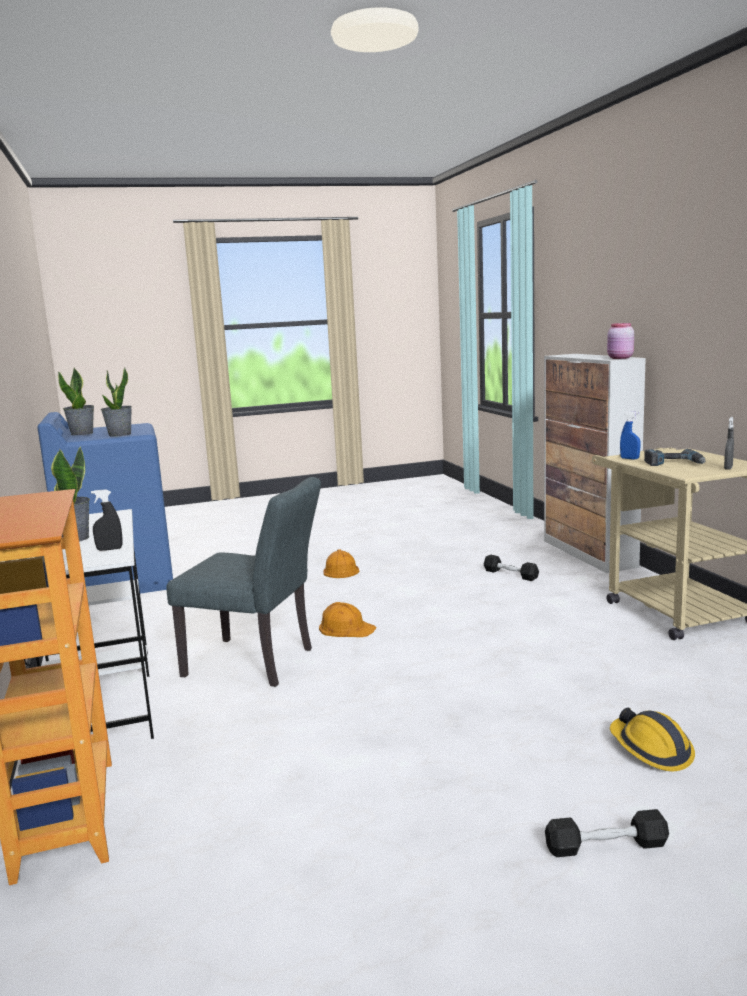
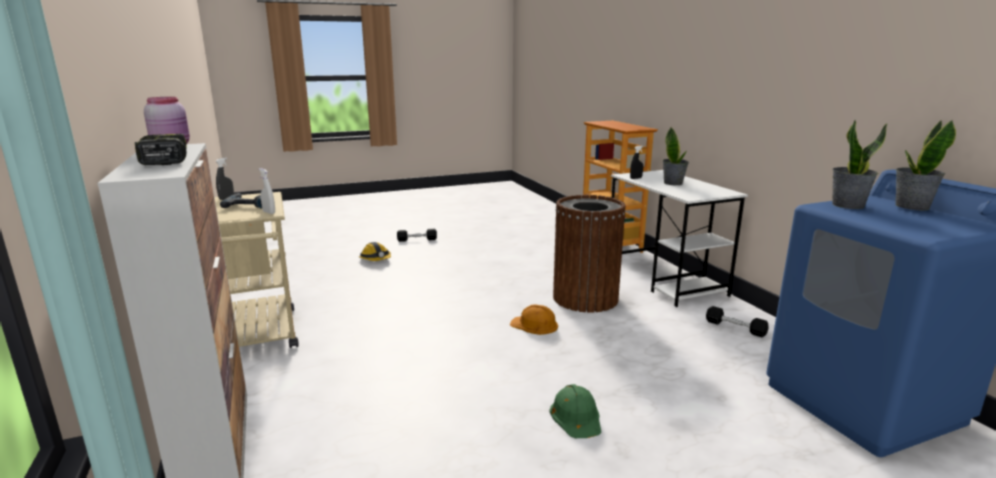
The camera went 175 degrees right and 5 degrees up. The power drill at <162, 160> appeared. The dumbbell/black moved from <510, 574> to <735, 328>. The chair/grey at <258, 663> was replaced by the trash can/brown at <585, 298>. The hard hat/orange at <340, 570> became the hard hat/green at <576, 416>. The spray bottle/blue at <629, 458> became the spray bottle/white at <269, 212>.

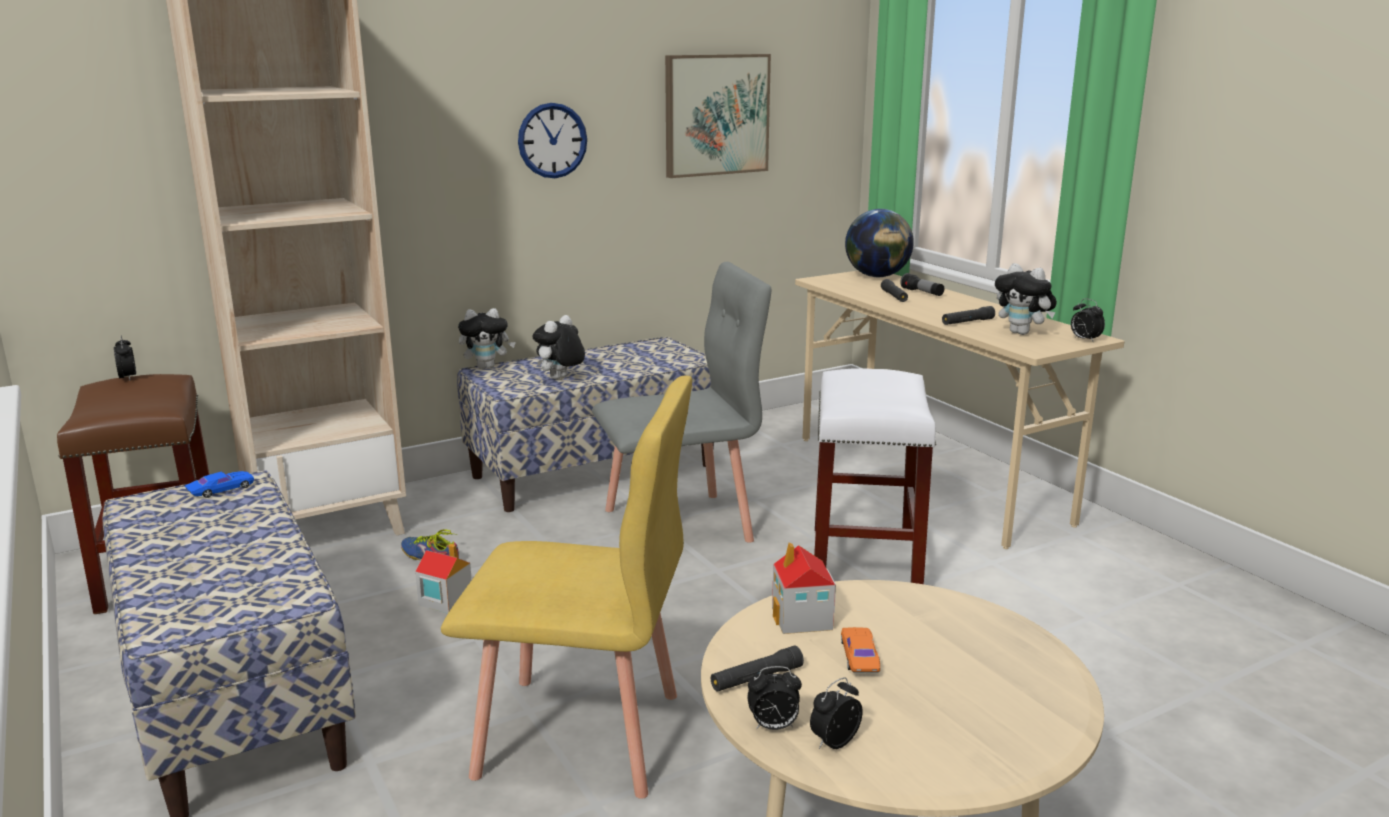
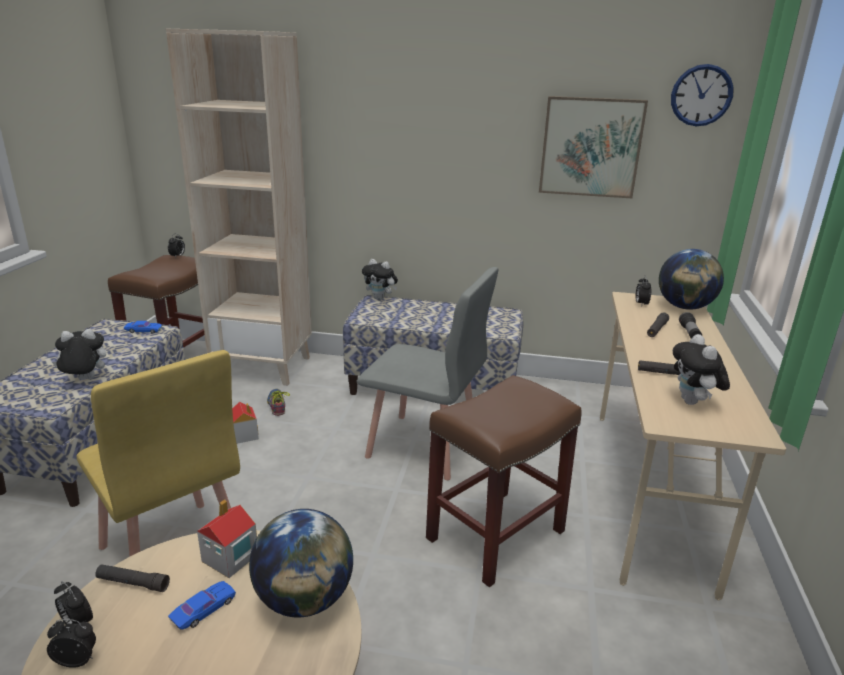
The camera went 40 degrees right and 5 degrees up. The globe at <304, 599> appeared. The wall clock moved from <552, 140> to <701, 95>. The plush toy moved from <560, 379> to <85, 380>. The alarm clock moved from <1084, 340> to <641, 304>. The stool/white at <863, 561> became the stool/brown at <496, 534>. The toy car/orange at <860, 657> became the toy car/blue at <203, 609>.

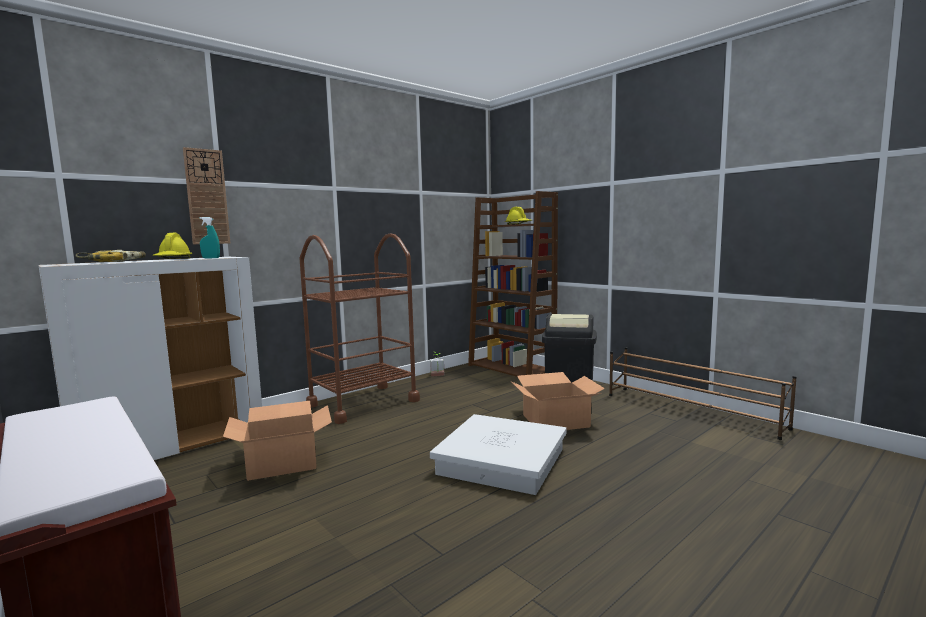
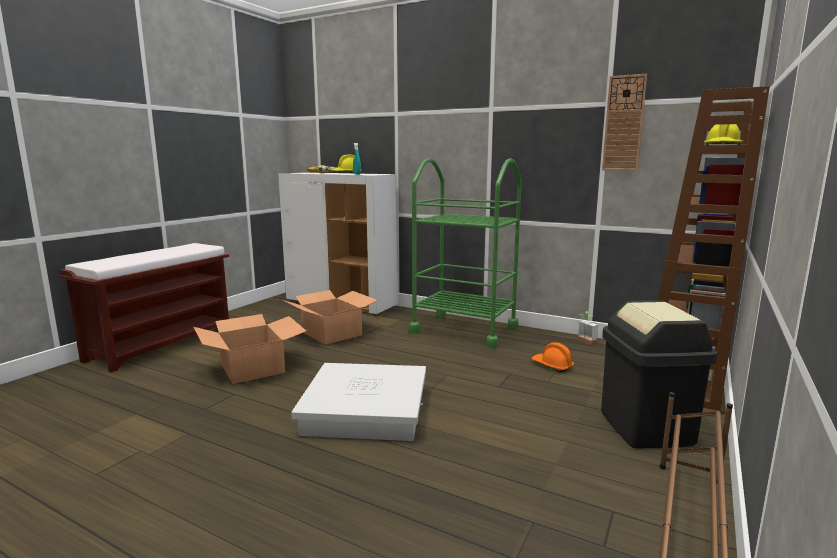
The camera went 70 degrees right and 5 degrees up. The hard hat/orange at <552, 365> appeared. The wall clock moved from <207, 197> to <624, 123>. The cardboard box moved from <555, 421> to <253, 367>. The cart/brown at <363, 403> became the cart/green at <464, 330>.

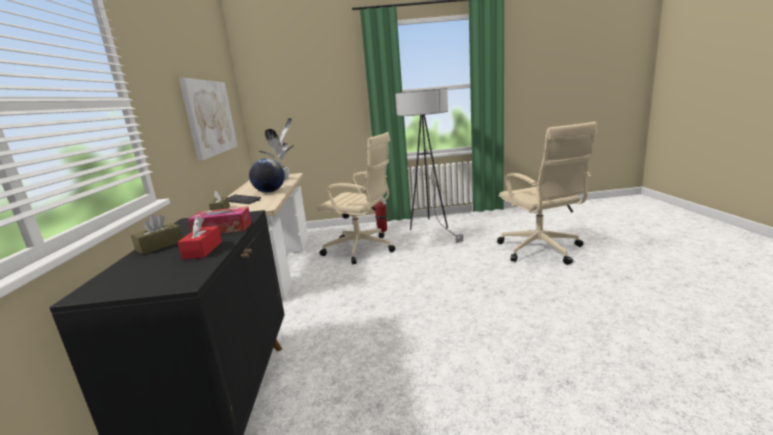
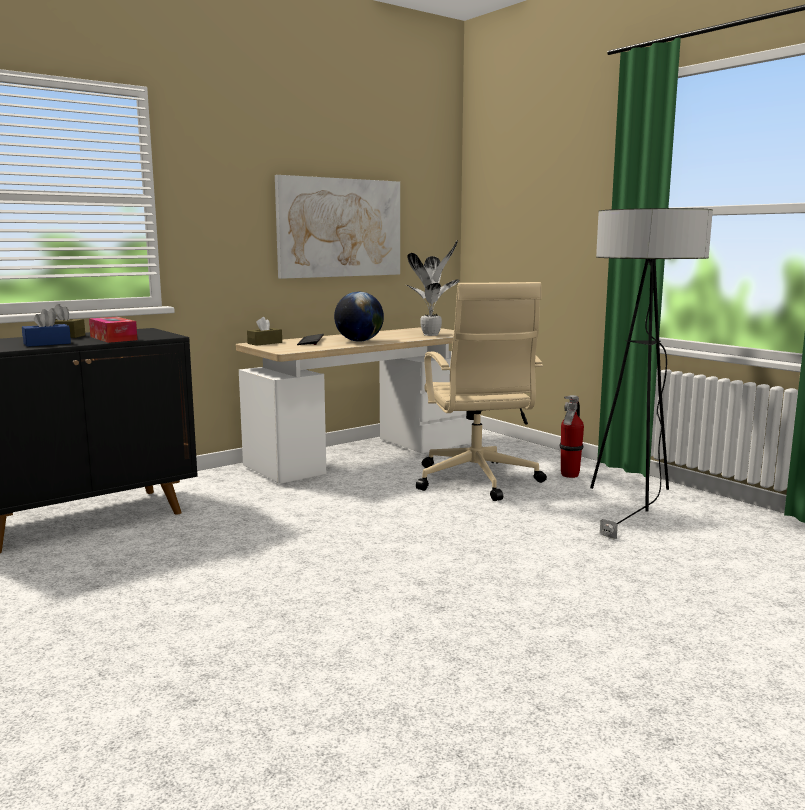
The camera went 55 degrees right and 5 degrees down. The office chair/beige at <540, 250> disappeared. The tissue box/red at <202, 250> became the tissue box/blue at <47, 343>.

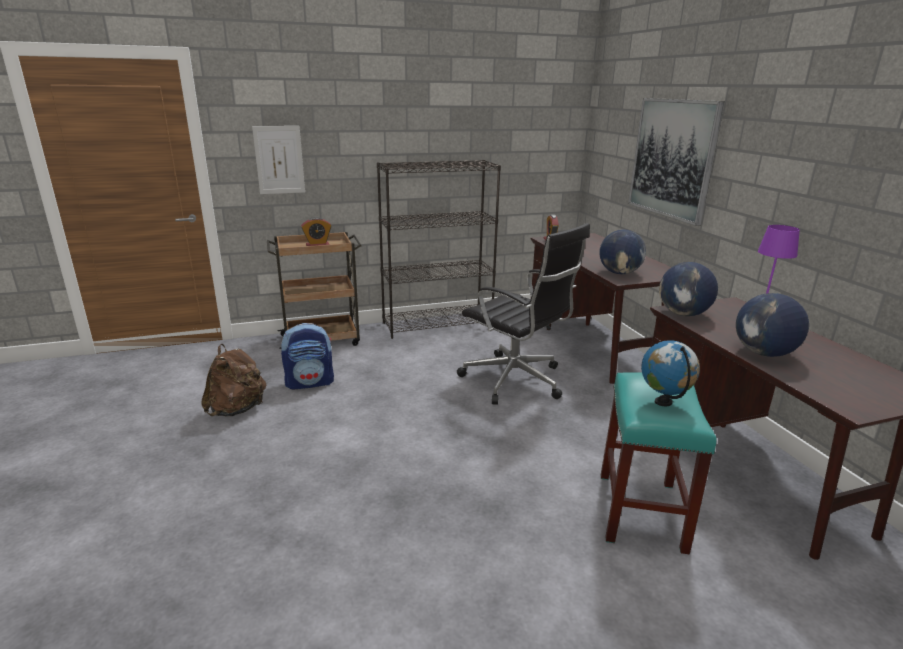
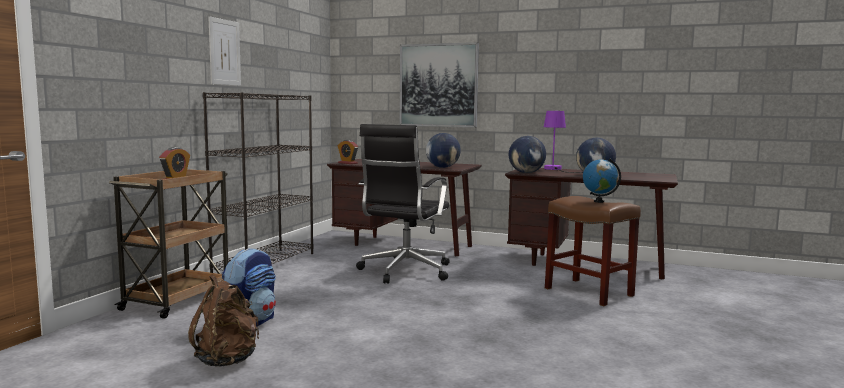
The camera went 50 degrees left and 15 degrees down. The picture moved from <279, 160> to <224, 52>. The stool/turquoise at <639, 510> became the stool/brown at <587, 292>. The office chair/black at <516, 381> turned 120 degrees clockwise.

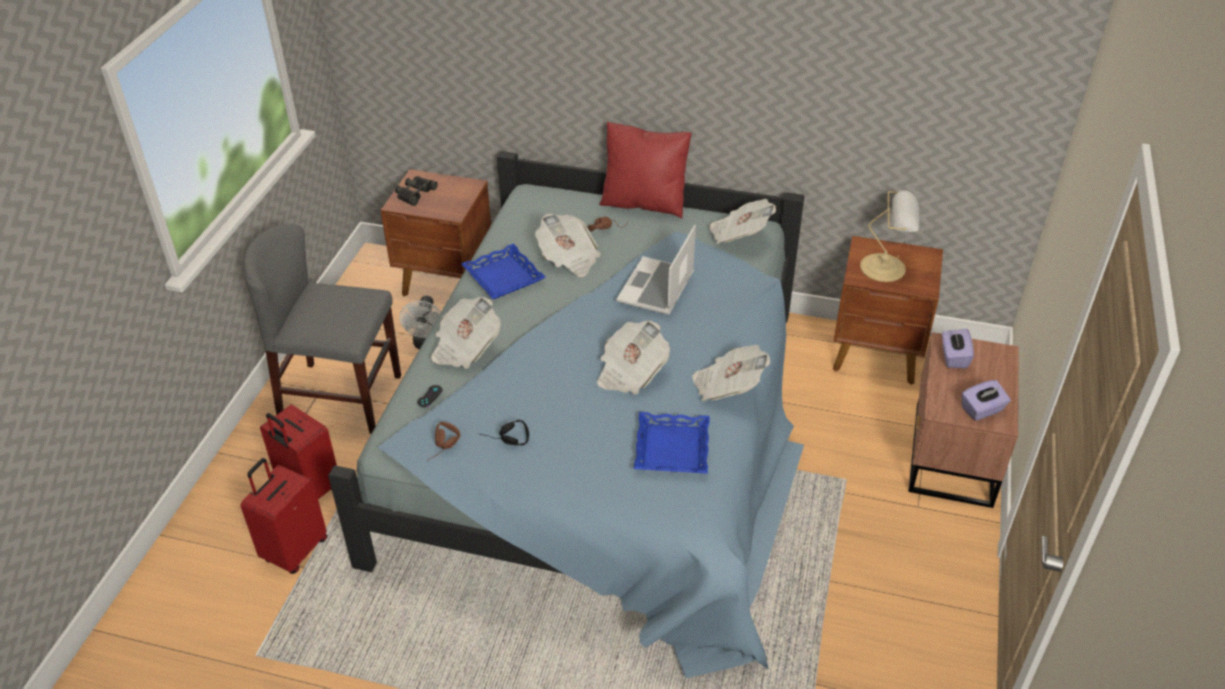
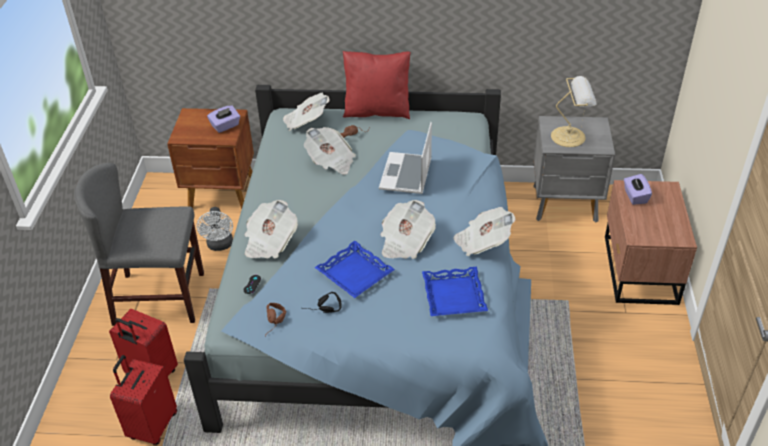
The camera went 10 degrees left and 0 degrees up. The binoculars/black at <415, 193> disappeared. The tray/blue moved from <503, 277> to <354, 274>. The newspaper moved from <739, 235> to <306, 122>. The tissue box/purple moved from <982, 410> to <225, 126>. The nightstand/brown at <877, 356> became the nightstand/grey at <566, 204>.

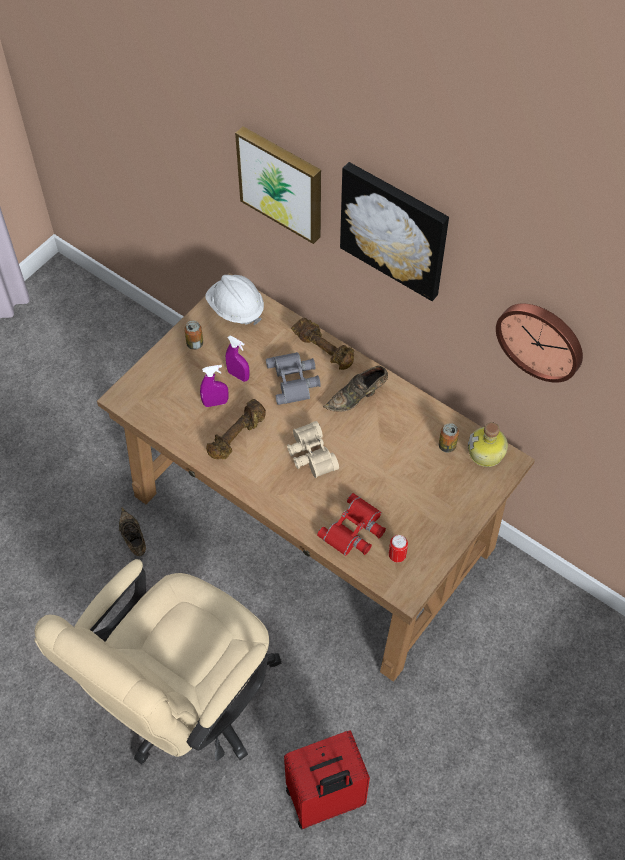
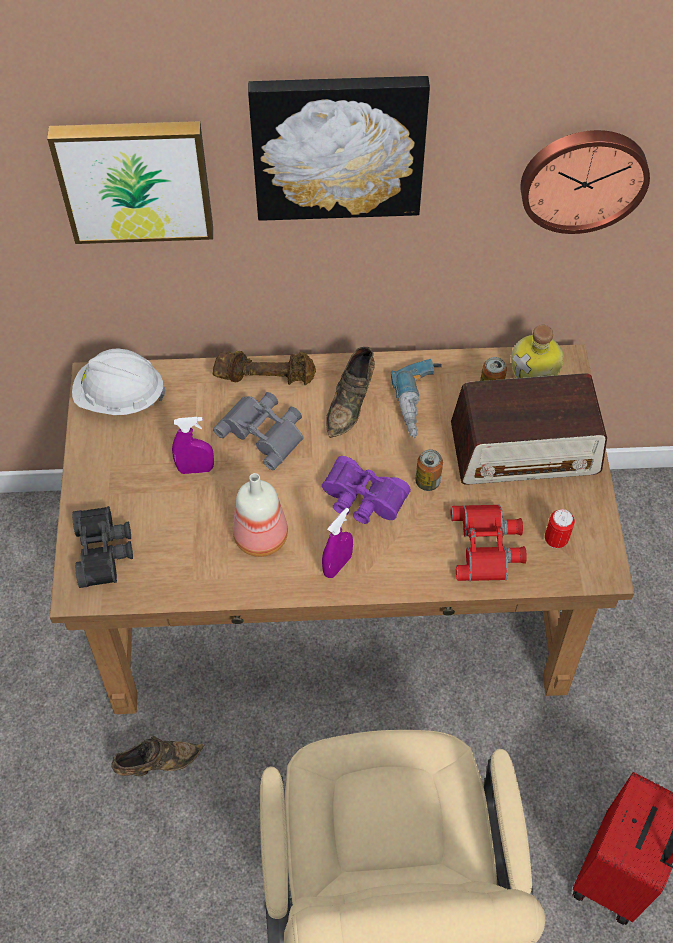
The camera went 40 degrees left and 0 degrees up. The binoculars/black at <105, 551> appeared. The power drill at <422, 404> appeared. The radio at <525, 449> appeared. The can moved from <195, 344> to <427, 481>. The spray bottle/purple moved from <215, 403> to <337, 565>. The dumbbell/brown at <237, 437> was replaced by the bottle at <262, 538>. The binoculars/beige at <310, 455> became the binoculars/purple at <362, 501>. The shoe/brown at <133, 539> turned 135 degrees clockwise.

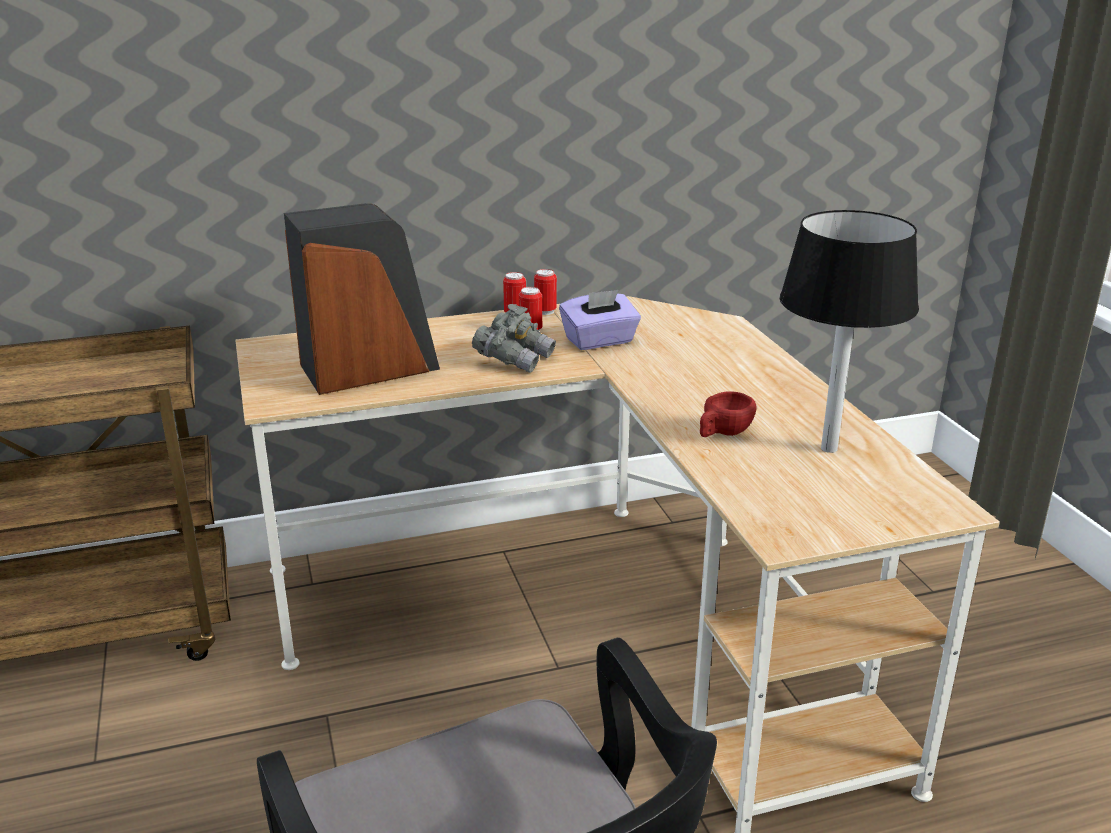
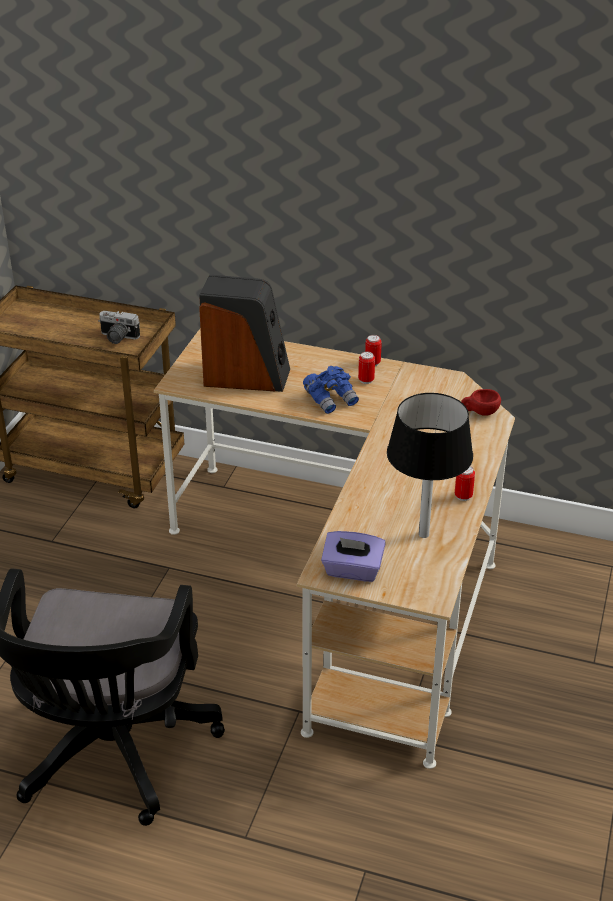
The camera went 35 degrees right and 10 degrees up. The photo camera at <117, 338> appeared. The can moved from <545, 311> to <463, 496>. The tissue box/purple moved from <599, 341> to <352, 570>. The cup/red moved from <722, 433> to <479, 412>. The binoculars/grey at <514, 359> became the binoculars/blue at <331, 399>.

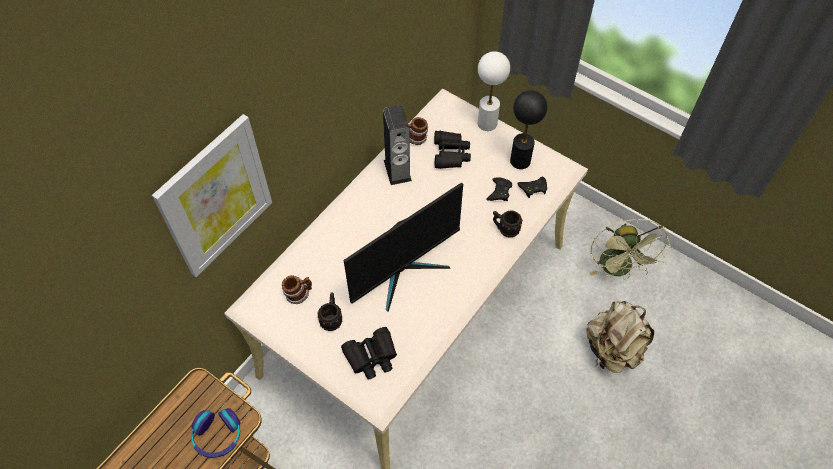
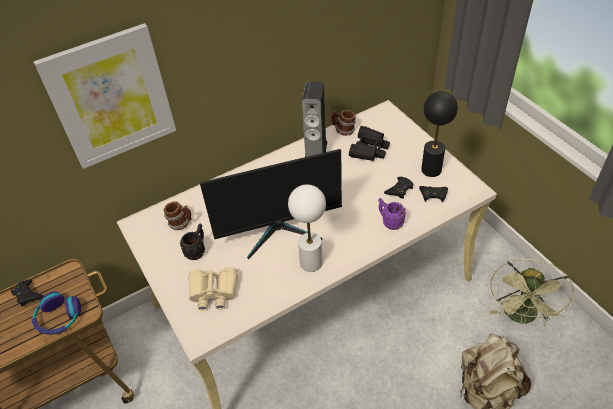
The camera went 25 degrees right and 10 degrees down. The game controller/black at <27, 294> appeared. The table lamp/white moved from <487, 123> to <311, 263>. The binoculars/black at <371, 356> became the binoculars/beige at <213, 292>. The mug/black at <505, 229> became the mug/purple at <390, 222>.

